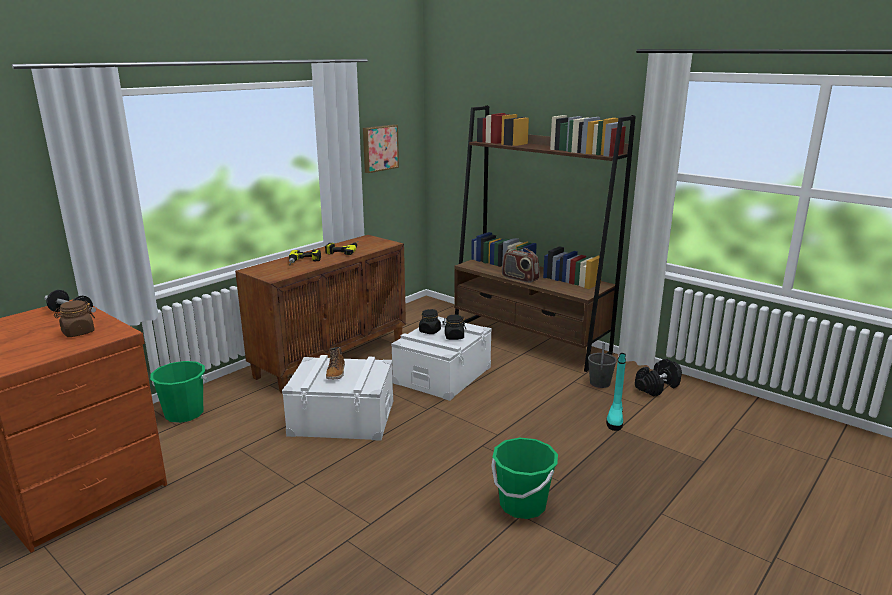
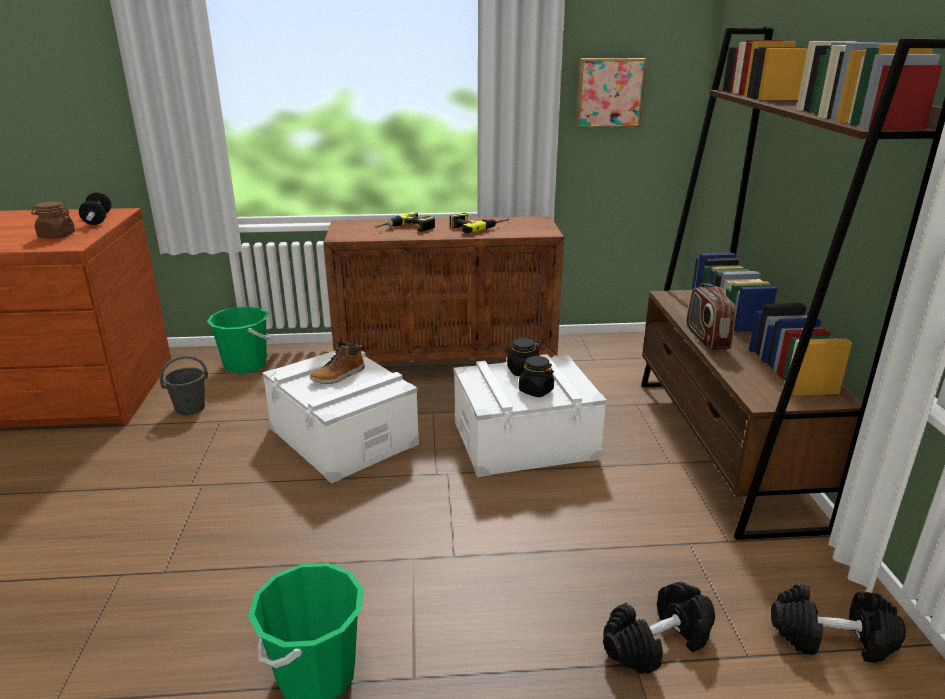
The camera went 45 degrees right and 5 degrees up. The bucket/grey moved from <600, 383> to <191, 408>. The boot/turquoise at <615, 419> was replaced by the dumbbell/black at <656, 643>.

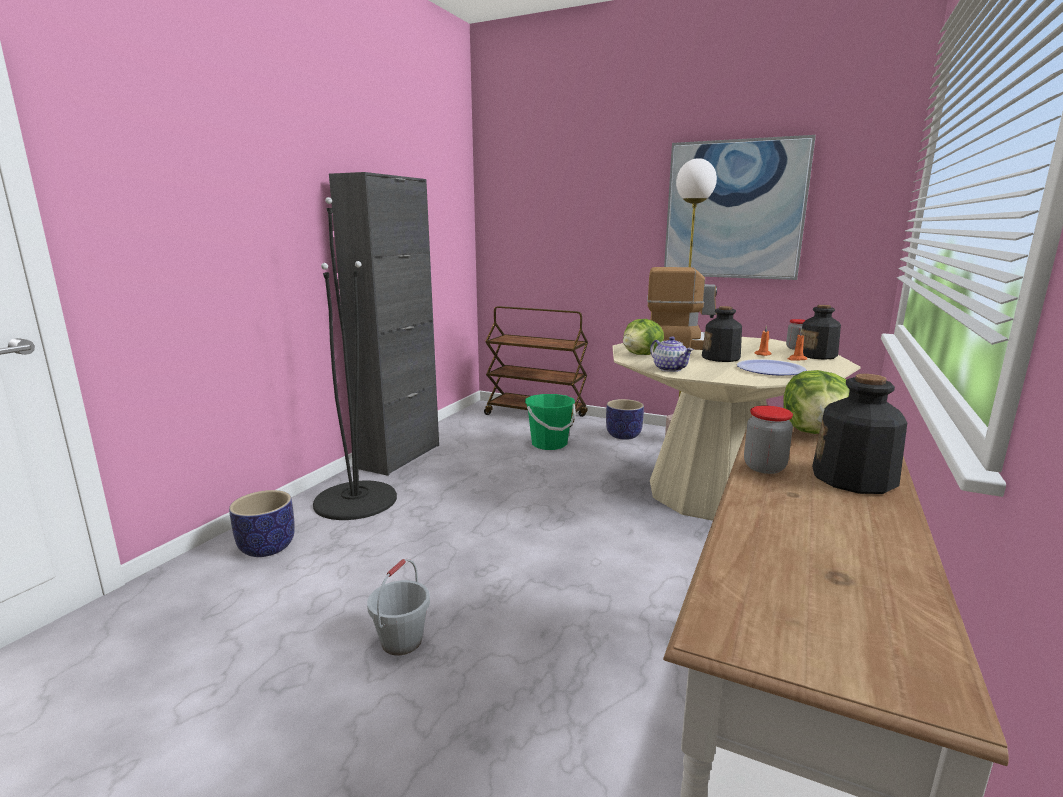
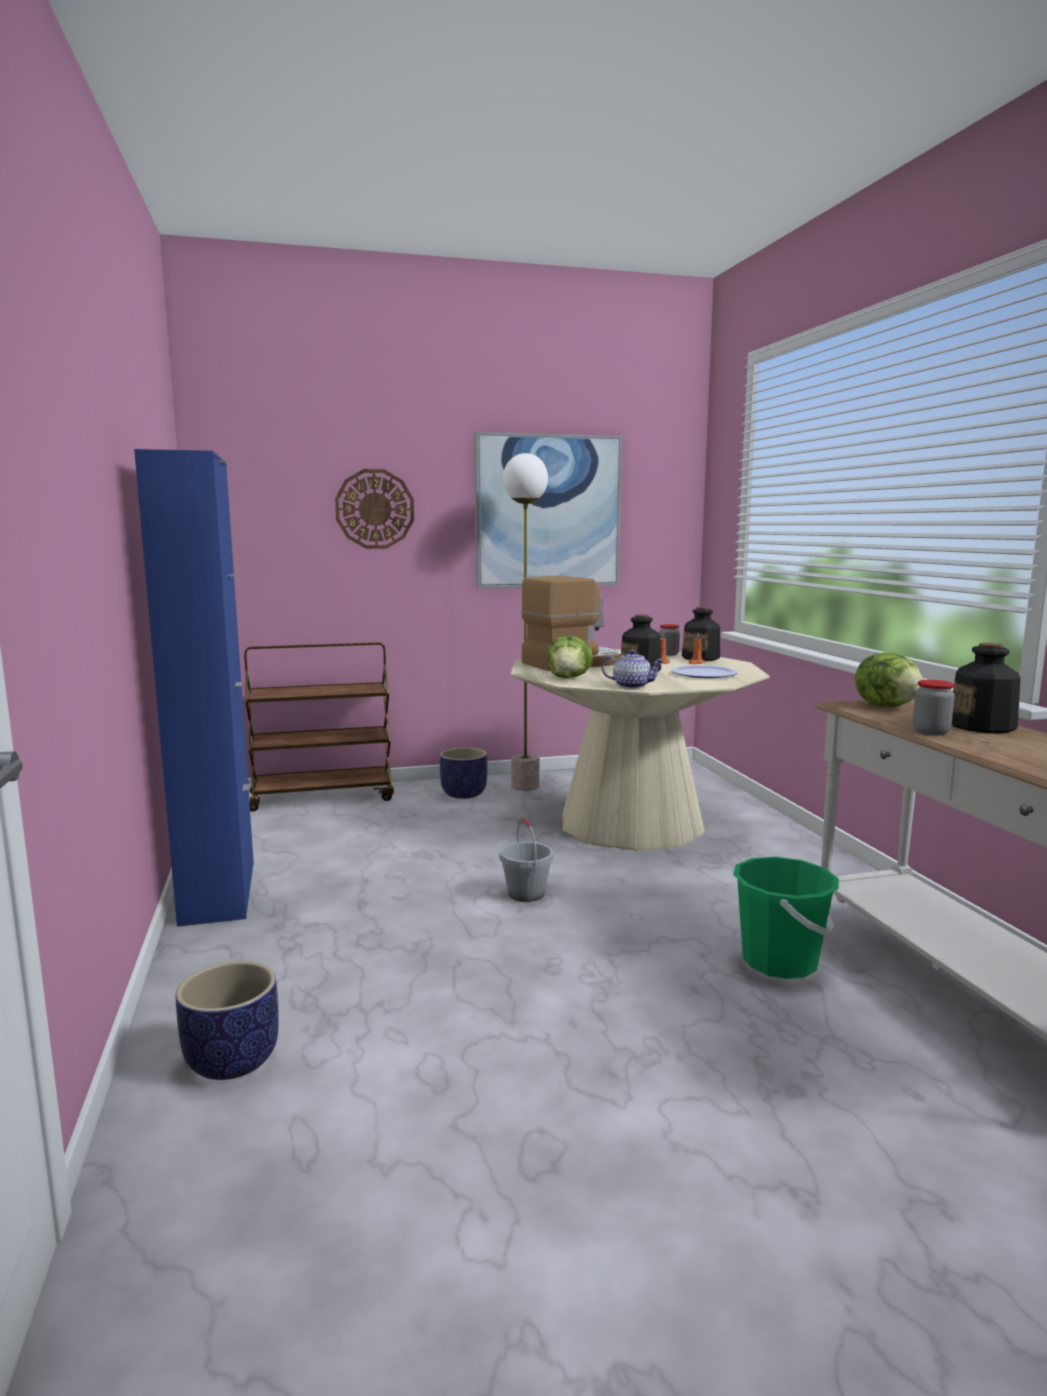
The camera went 40 degrees left and 5 degrees down. The floor lamp/black at <355, 500> disappeared. The wall clock at <375, 509> appeared. The bucket/grey moved from <401, 641> to <525, 894>. The bucket/green moved from <549, 444> to <780, 962>. The cabinet/black at <399, 456> became the cabinet/blue at <218, 892>.

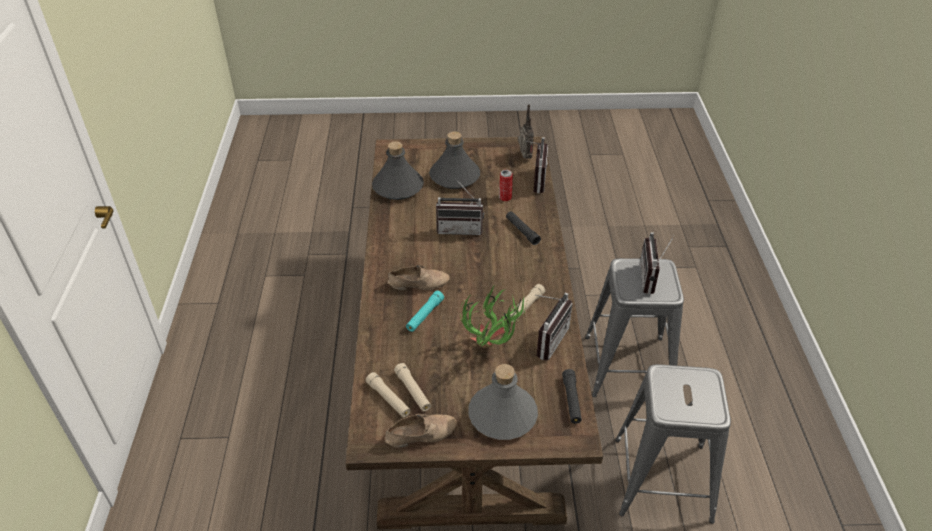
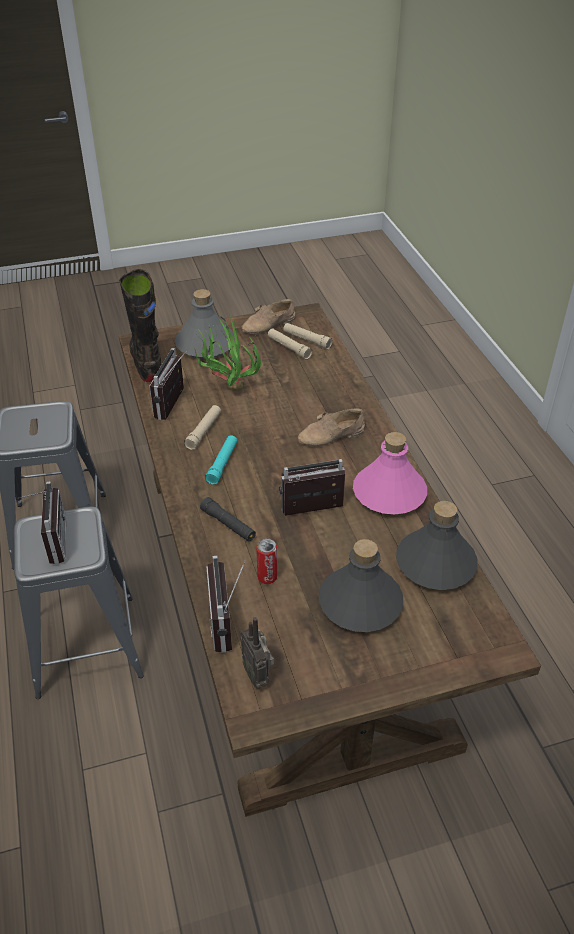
The camera went 165 degrees right and 0 degrees up. The bottle/pink at <389, 494> appeared. The flashlight/turquoise moved from <425, 315> to <222, 463>. The flashlight/black at <571, 400> was replaced by the boot/black at <146, 363>.

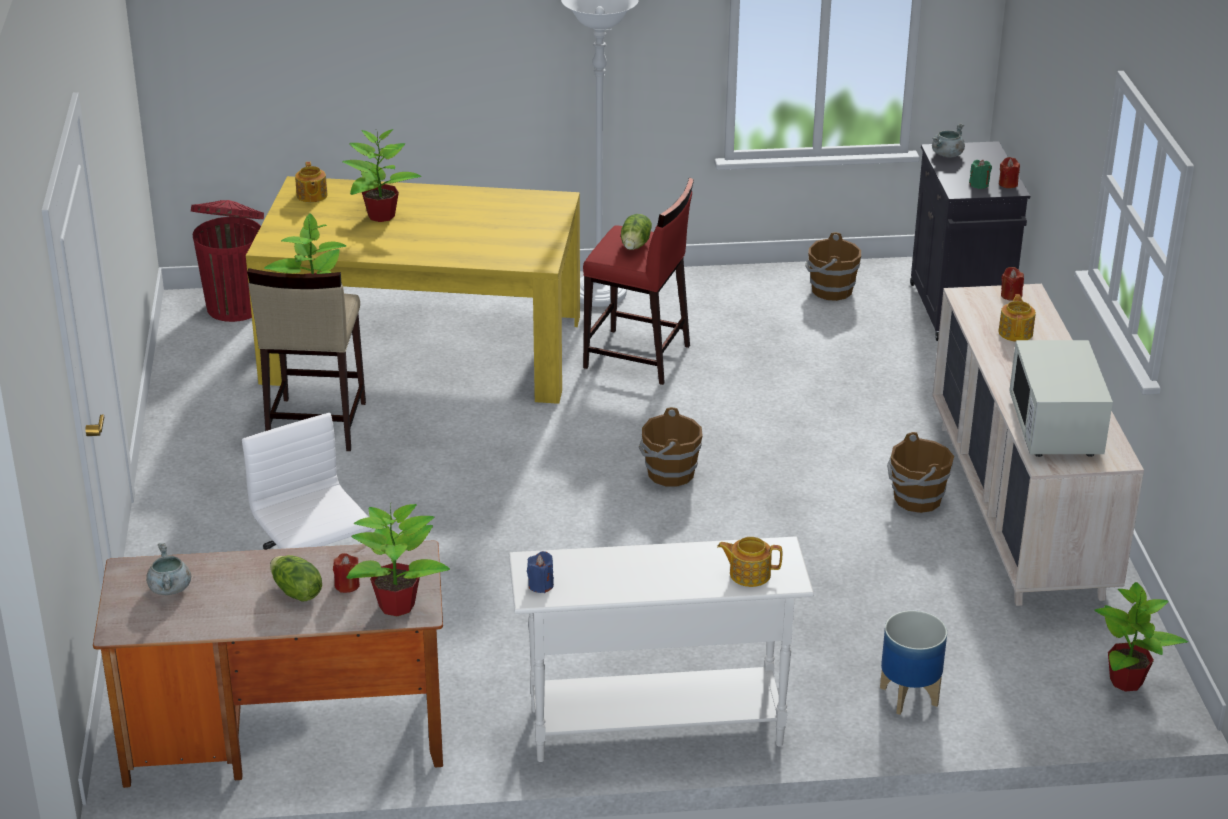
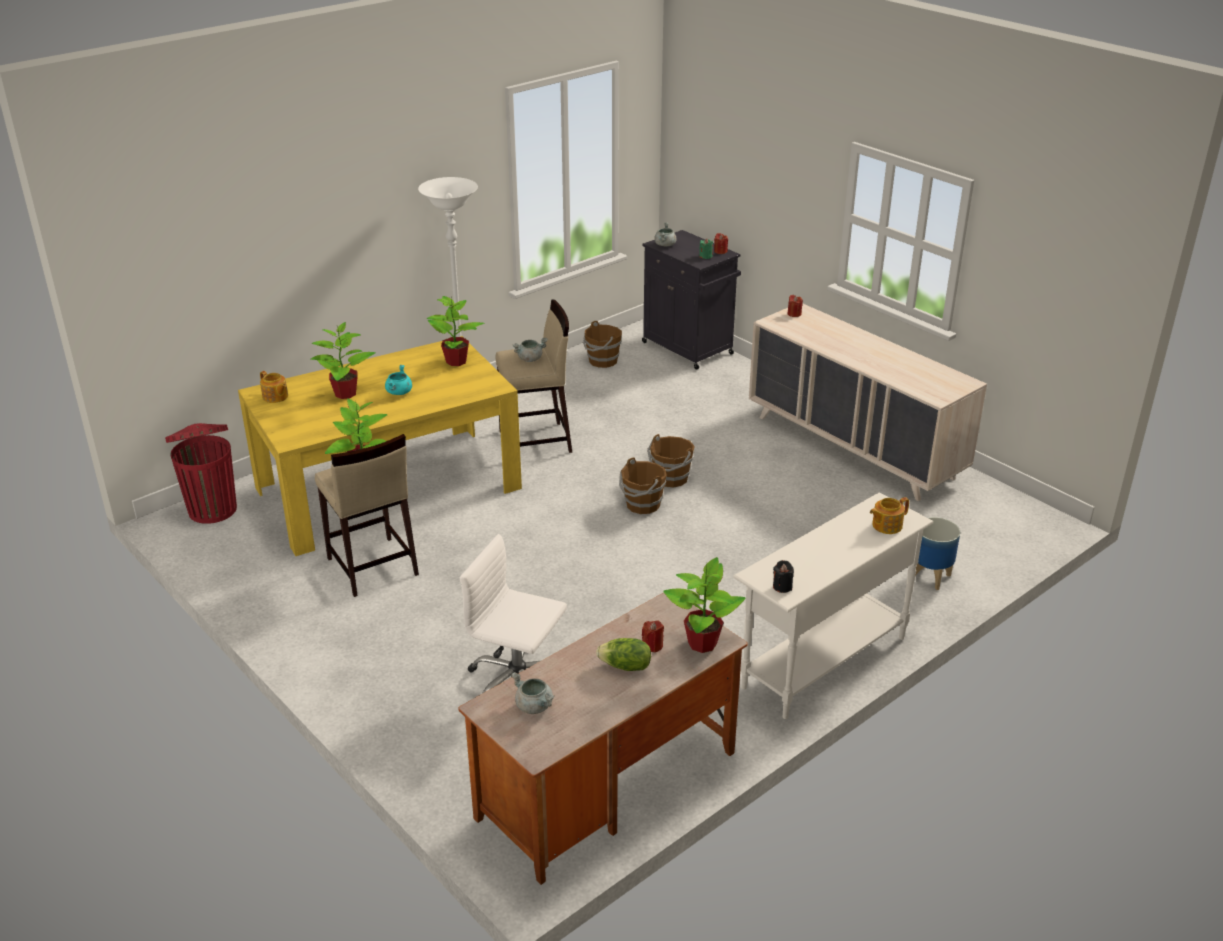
The camera went 35 degrees left and 0 degrees up. The teapot at <1016, 332> disappeared. The microwave/white at <1056, 427> disappeared. The cooking pot/turquoise at <399, 392> appeared. The bucket/brown moved from <916, 499> to <670, 479>. The potted plant moved from <1127, 682> to <457, 361>. The lettuce at <636, 245> was replaced by the cooking pot/grey at <530, 359>. The candle/blue at <540, 585> became the candle/black at <782, 587>. The stool/red at <637, 357> became the stool/beige at <536, 441>.

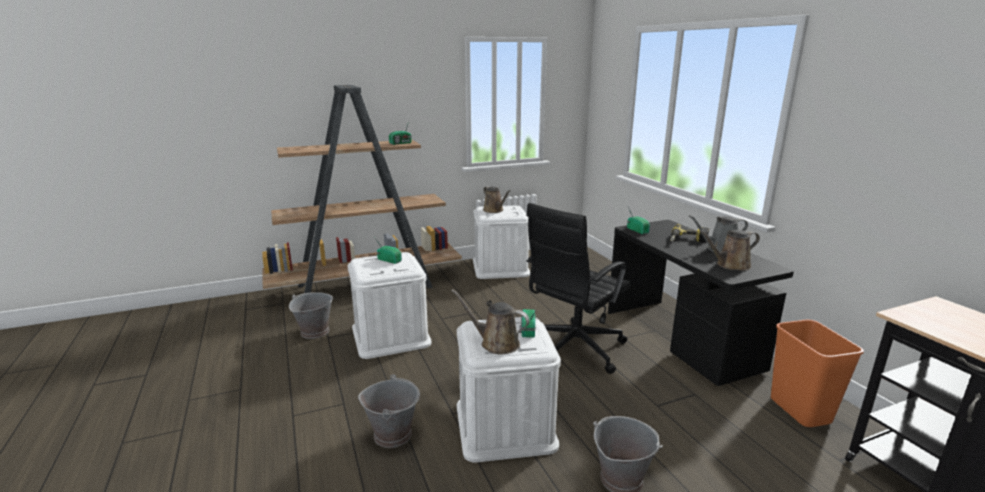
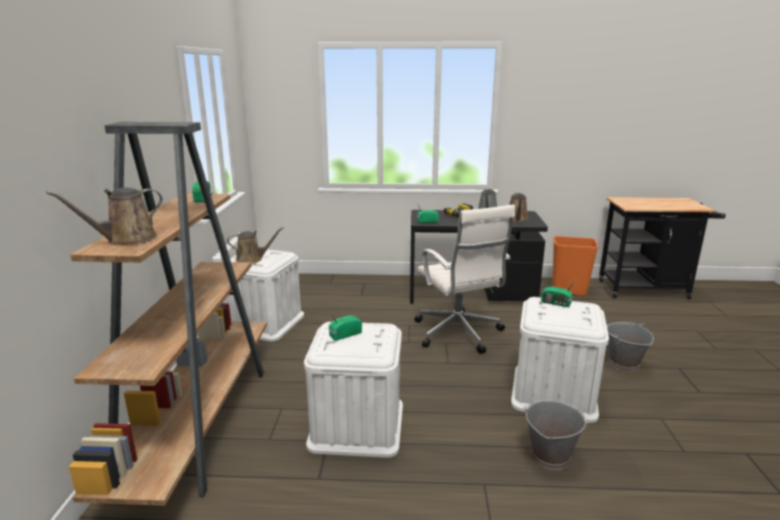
The camera went 65 degrees left and 0 degrees up. The bucket/grey at <314, 331> disappeared. The watering can/brown moved from <496, 343> to <127, 239>. The office chair/black at <573, 349> became the office chair/white at <458, 334>.

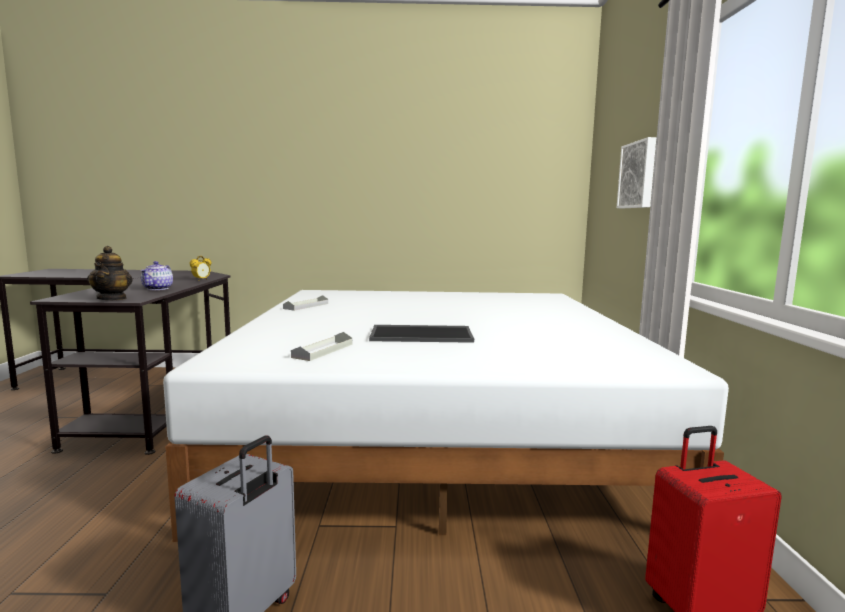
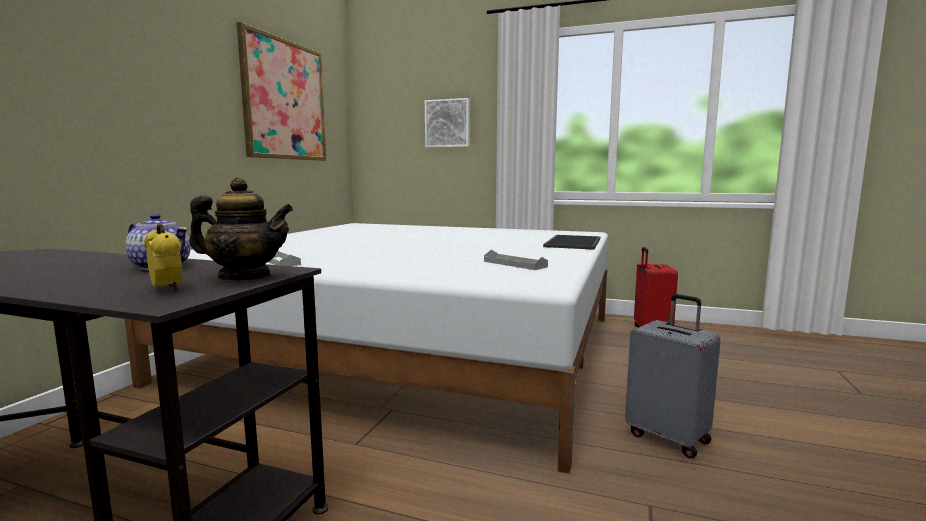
The camera went 70 degrees left and 0 degrees up. The picture at <284, 100> appeared. The alarm clock moved from <201, 280> to <167, 290>. The tray moved from <422, 334> to <572, 242>.

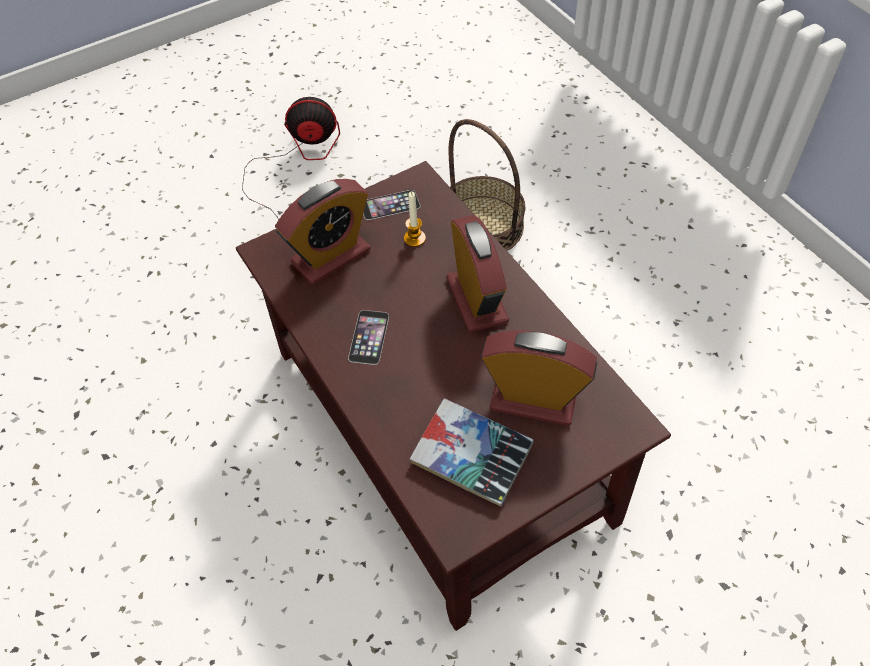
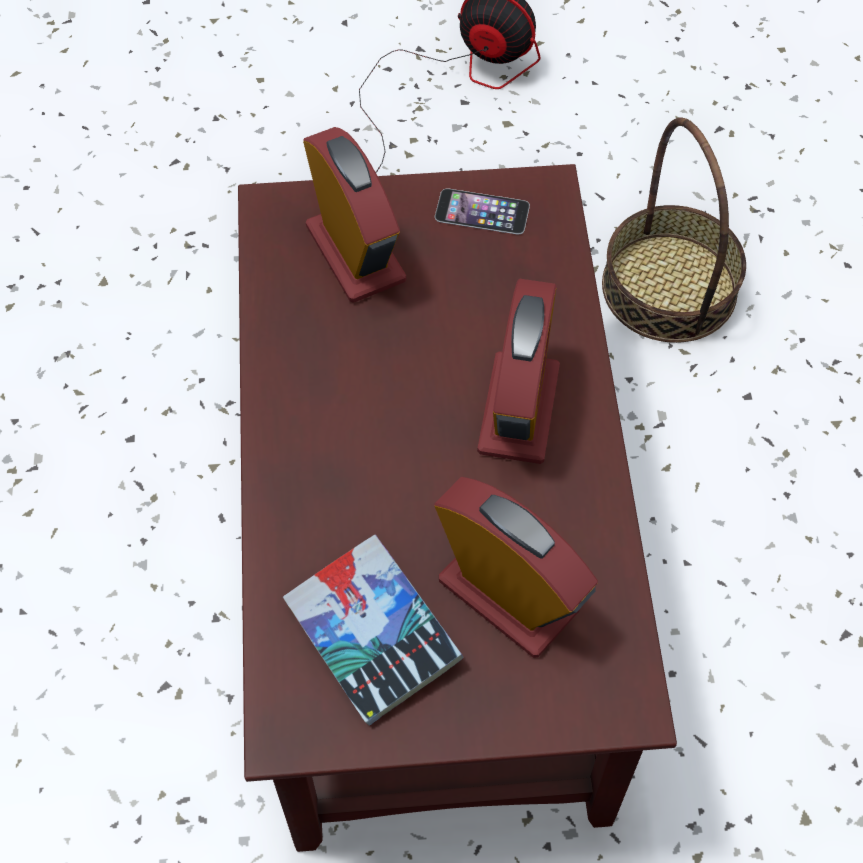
The camera went 25 degrees right and 5 degrees up. The phone at <369, 337> disappeared. The candle at <414, 238> disappeared. The alarm clock at <331, 256> turned 105 degrees counterclockwise.

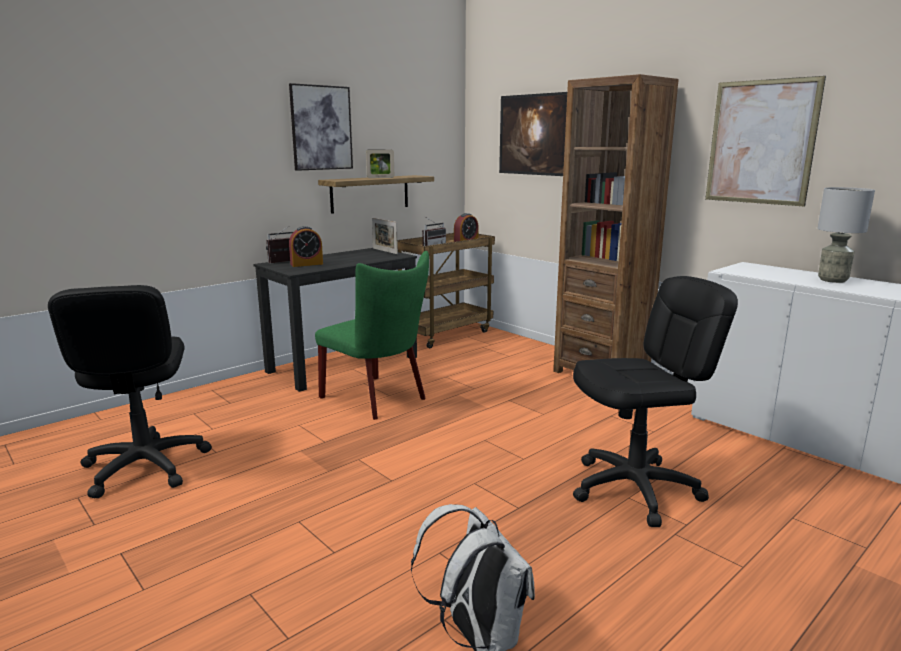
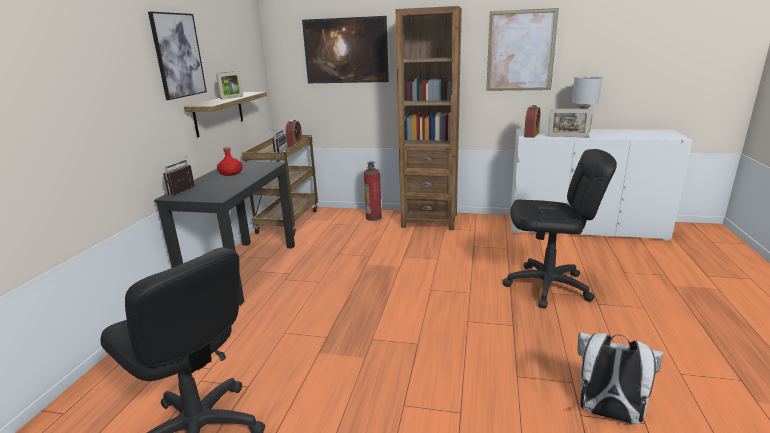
The camera went 35 degrees left and 5 degrees up. The chair/green at <378, 399> disappeared. The bottle/red at <231, 173> appeared. The fire extinguisher at <374, 217> appeared. The alarm clock moved from <306, 264> to <531, 135>. The picture frame moved from <385, 251> to <568, 136>. The office chair/black at <635, 489> turned 60 degrees clockwise.

